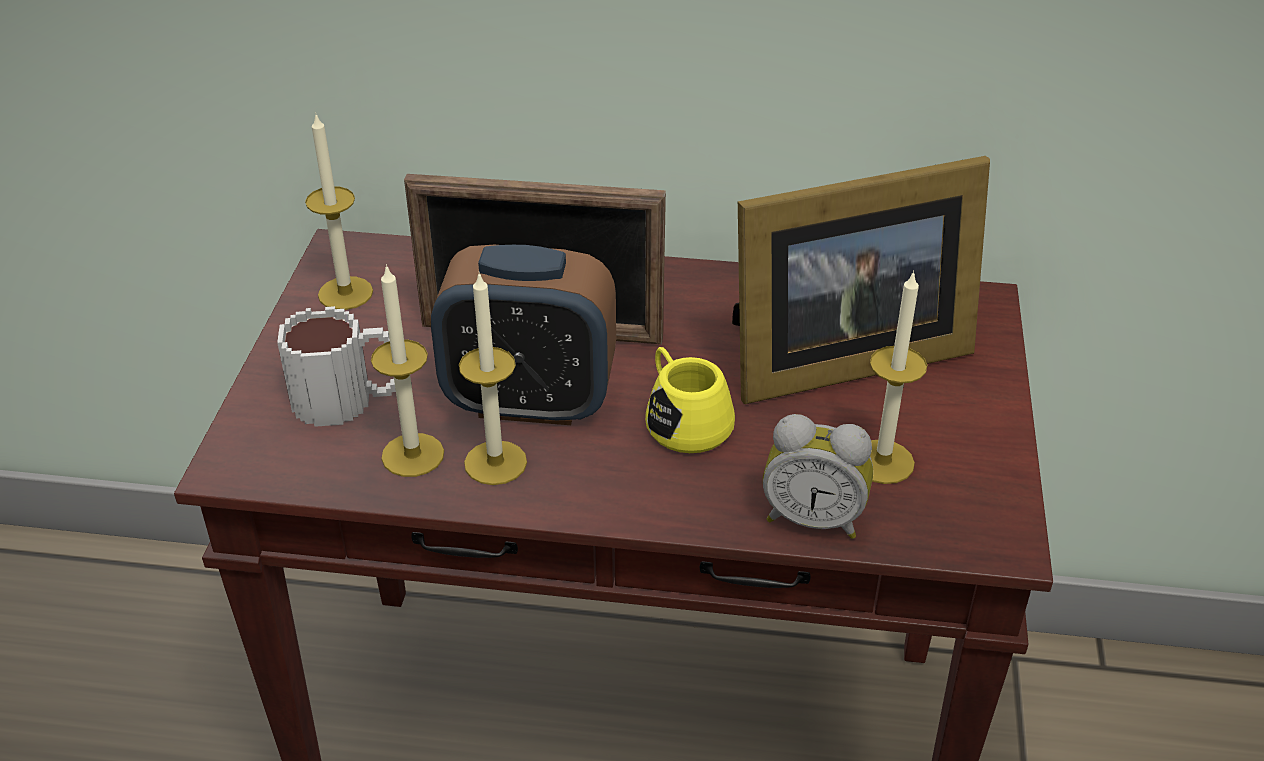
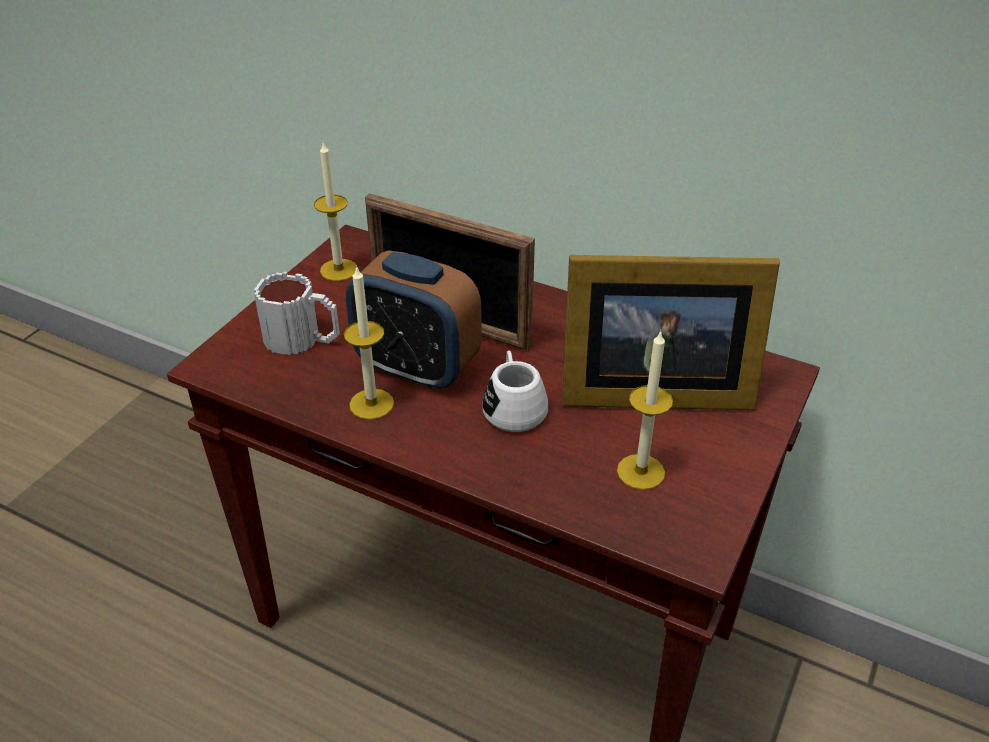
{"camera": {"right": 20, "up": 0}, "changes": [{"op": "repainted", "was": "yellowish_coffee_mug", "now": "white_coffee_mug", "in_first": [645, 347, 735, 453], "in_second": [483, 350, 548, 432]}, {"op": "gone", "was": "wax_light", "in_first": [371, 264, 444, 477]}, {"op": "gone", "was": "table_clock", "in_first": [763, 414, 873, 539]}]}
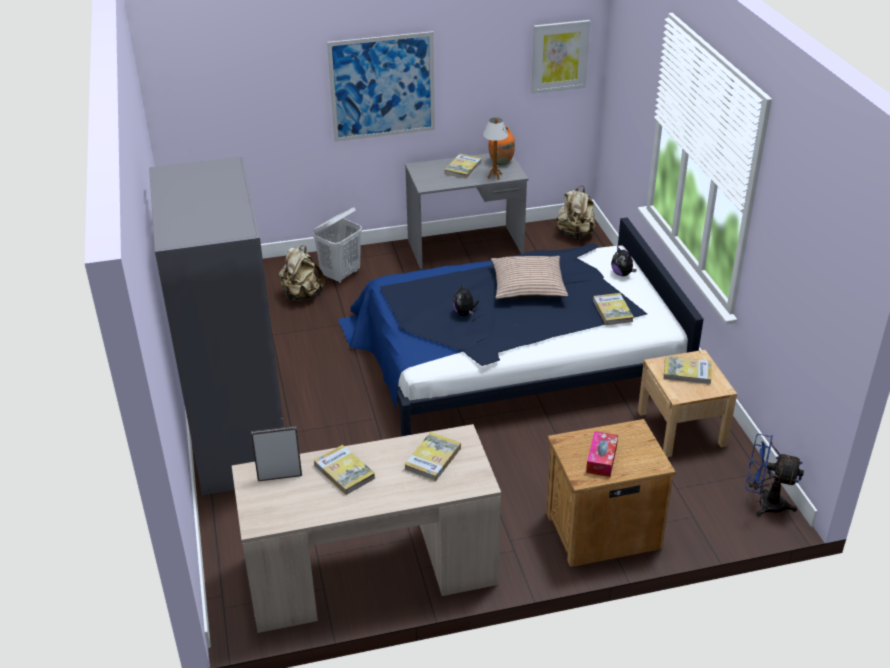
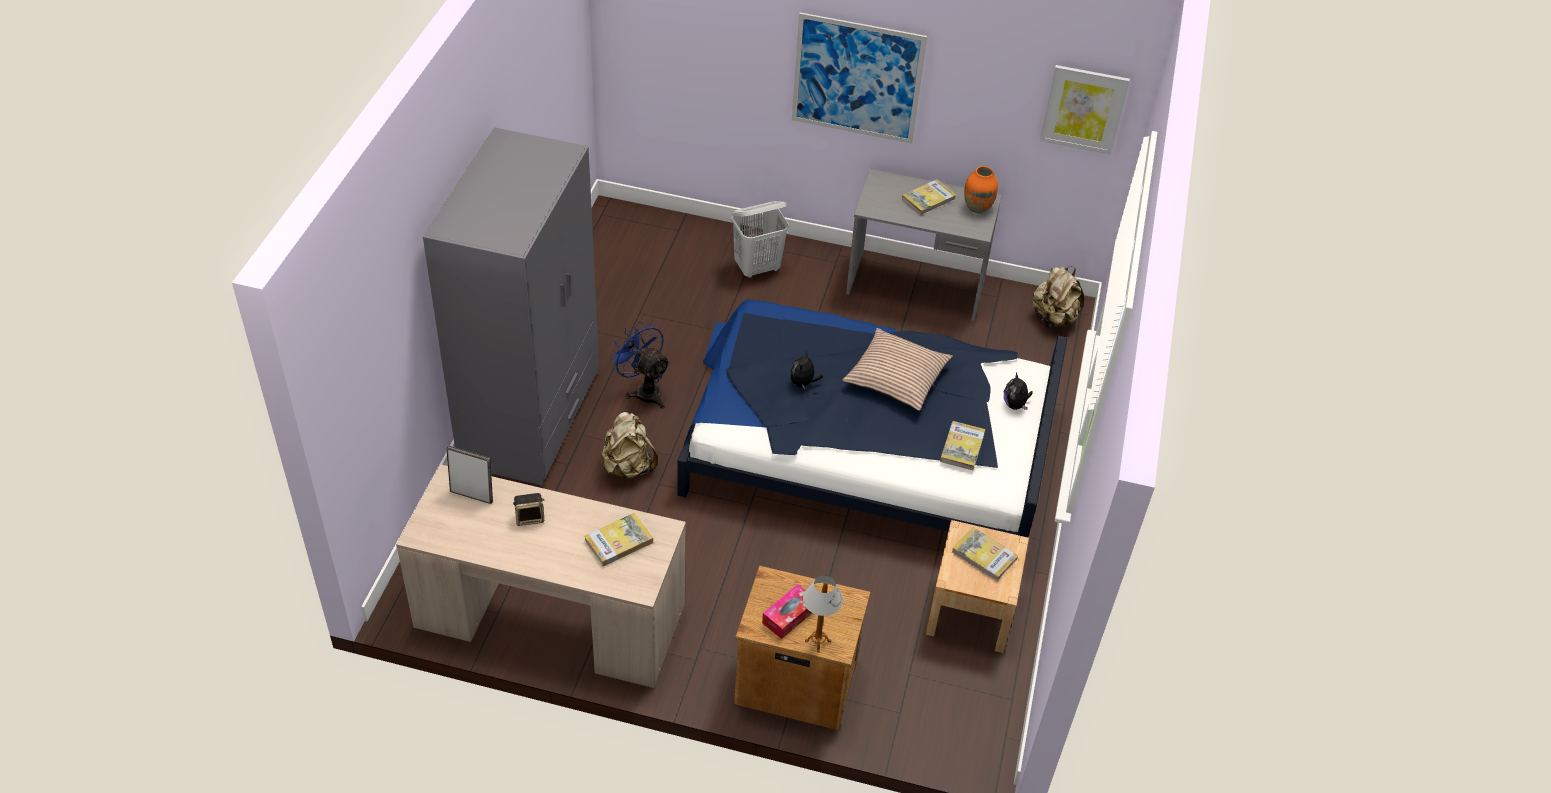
{"camera": {"right": 25, "up": 10}, "changes": [{"op": "swapped", "was": "bound_book", "now": "audio_speaker", "in_first": [314, 445, 375, 495], "in_second": [513, 493, 544, 526]}, {"op": "shifted", "was": "sand-coloured_knapsack", "in_first": [279, 245, 325, 302], "in_second": [601, 412, 658, 479]}, {"op": "shifted", "was": "blue_electric_fan", "in_first": [745, 434, 804, 517], "in_second": [609, 321, 670, 409]}, {"op": "shifted", "was": "table_lamp", "in_first": [483, 118, 508, 180], "in_second": [803, 576, 843, 652]}]}
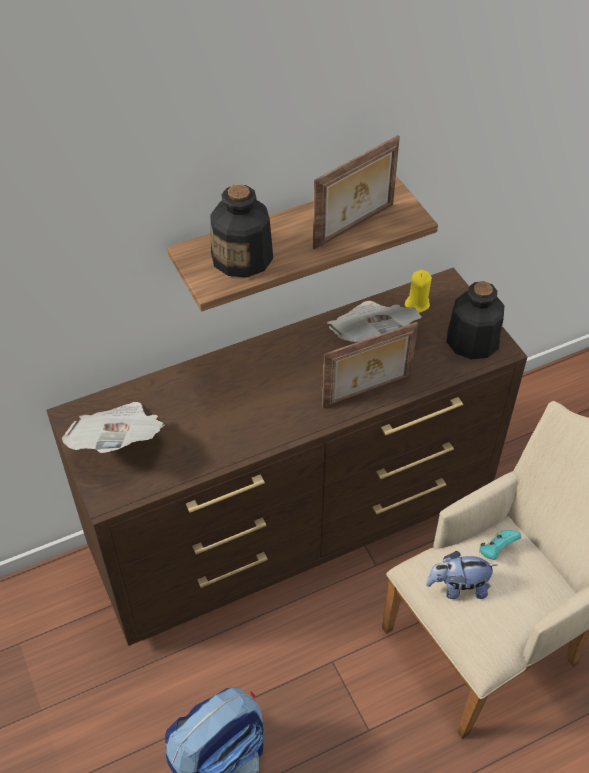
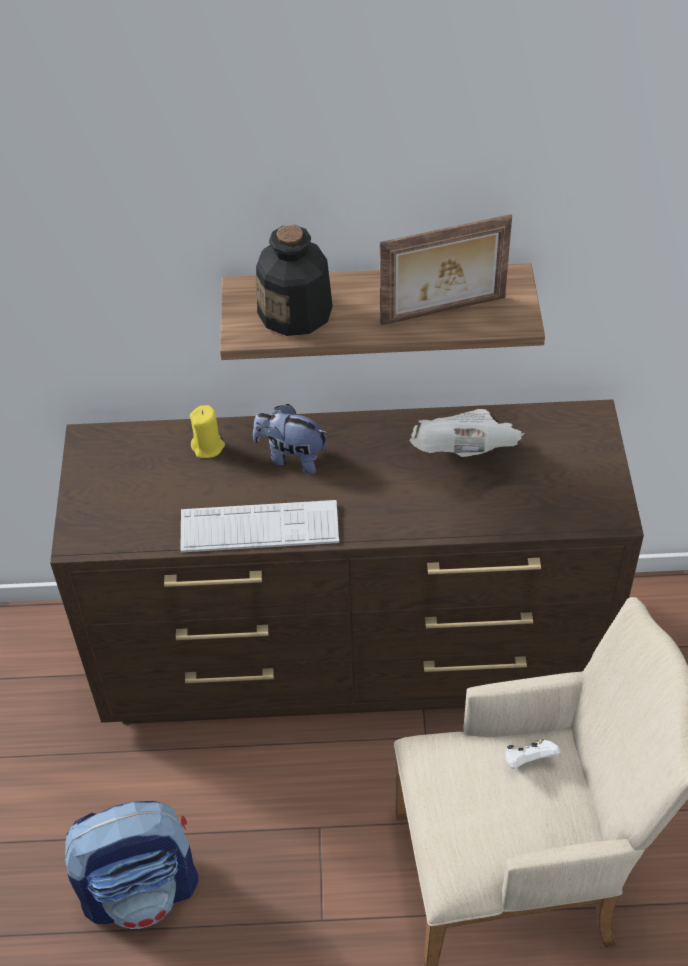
{"camera": {"right": 25, "up": 0}, "changes": [{"op": "new", "now": "PC_keyboard", "in_second": [180, 500, 339, 553]}, {"op": "shifted", "was": "yellowish_wax_light", "in_first": [405, 270, 432, 313], "in_second": [190, 405, 225, 458]}, {"op": "shifted", "was": "cuddly_toy", "in_first": [426, 551, 497, 599], "in_second": [253, 404, 329, 474]}, {"op": "repainted", "was": "turquoise_gamepad", "now": "white_gamepad", "in_first": [479, 530, 521, 560], "in_second": [505, 739, 560, 769]}, {"op": "gone", "was": "daily_paper", "in_first": [62, 402, 165, 453]}, {"op": "gone", "was": "standing_frame", "in_first": [322, 322, 418, 408]}, {"op": "gone", "was": "drink_bottle", "in_first": [446, 281, 504, 359]}]}
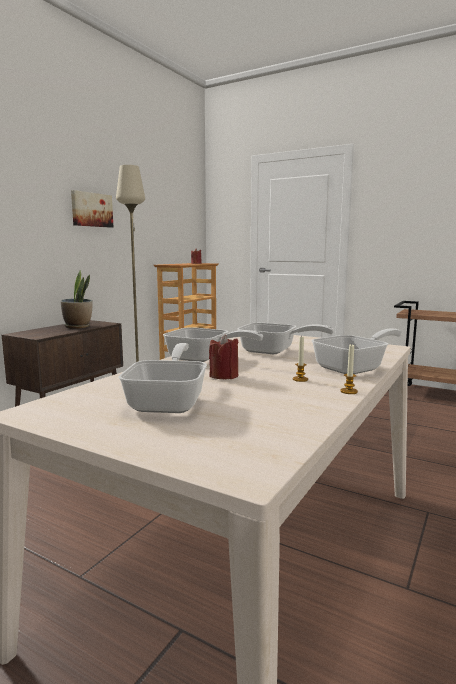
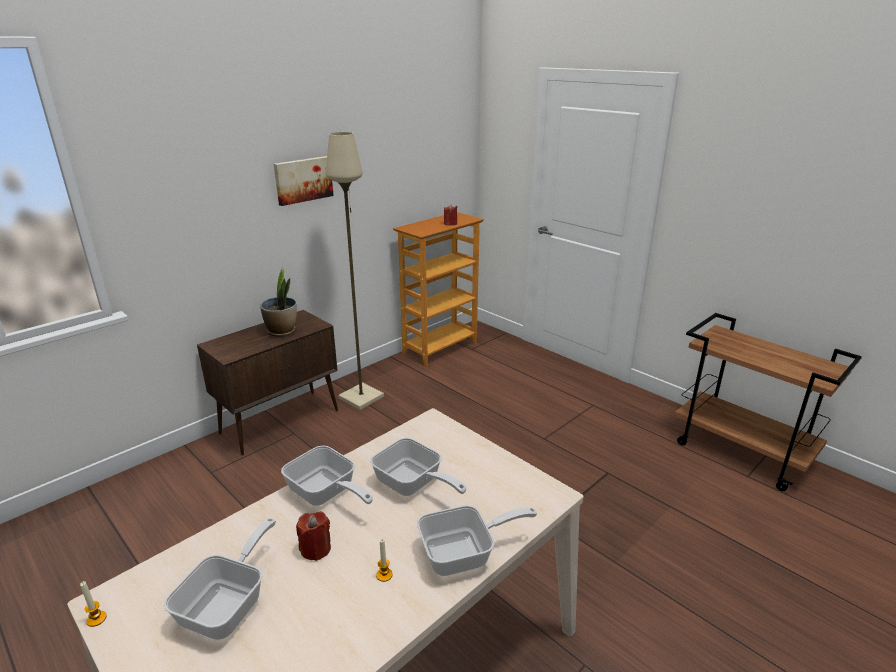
{"camera": {"right": 15, "up": 15}, "changes": [{"op": "shifted", "was": "wax_light", "in_first": [341, 344, 358, 394], "in_second": [80, 581, 107, 627]}]}
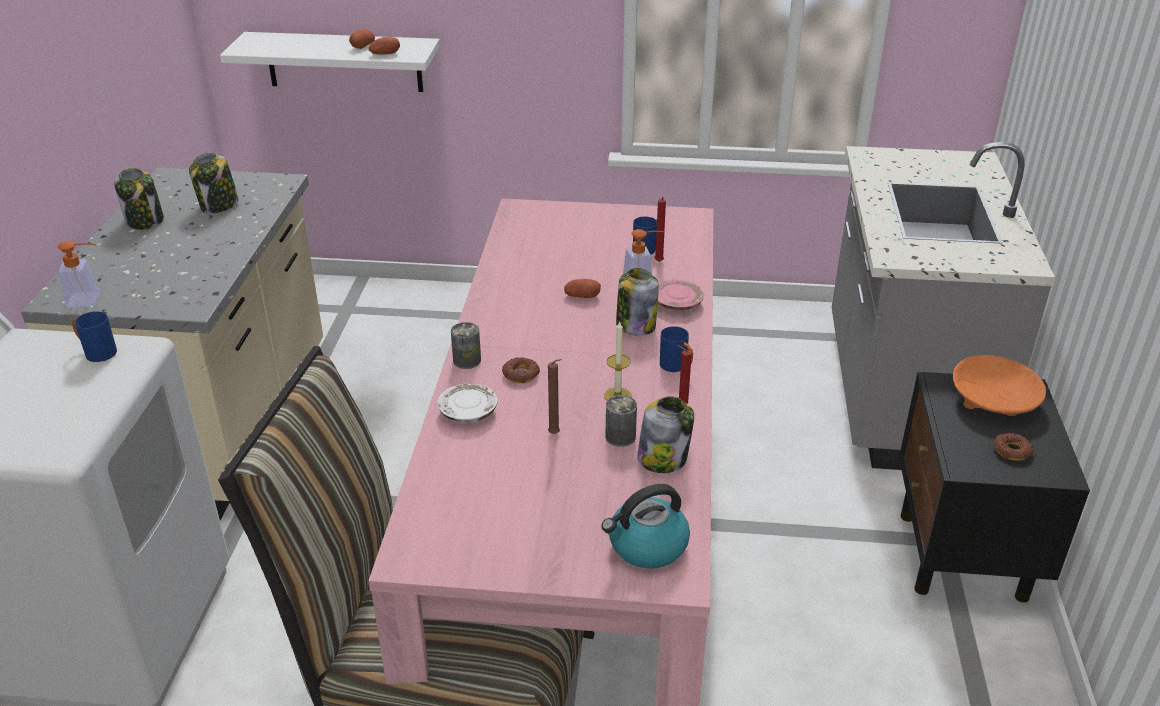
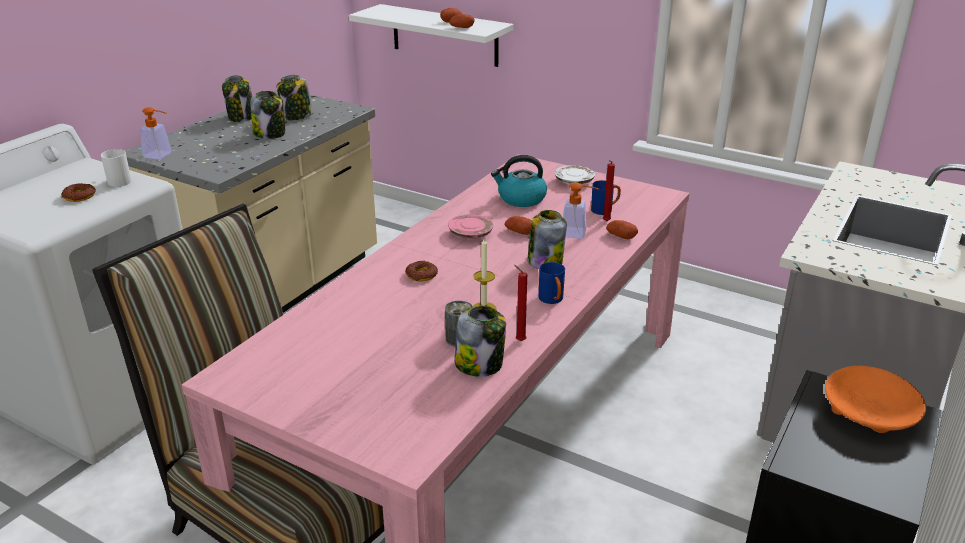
{"camera": {"right": 25, "up": -5}, "changes": [{"op": "shifted", "was": "doughnut", "in_first": [994, 433, 1033, 461], "in_second": [61, 183, 96, 202]}, {"op": "repainted", "was": "blue_coffee_mug", "now": "white_coffee_mug", "in_first": [72, 311, 117, 362], "in_second": [101, 149, 131, 187]}, {"op": "new", "now": "jar", "in_second": [250, 91, 286, 139]}, {"op": "shifted", "was": "pink_plate", "in_first": [658, 280, 704, 311], "in_second": [448, 214, 493, 239]}, {"op": "shifted", "was": "water_kettle", "in_first": [602, 484, 690, 569], "in_second": [491, 155, 547, 207]}, {"op": "shifted", "was": "white_plate", "in_first": [438, 384, 498, 423], "in_second": [555, 165, 595, 185]}, {"op": "new", "now": "spud", "in_second": [606, 220, 638, 239]}, {"op": "gone", "was": "metal_can", "in_first": [451, 322, 481, 369]}, {"op": "gone", "was": "brown-coloured_wax_light", "in_first": [548, 359, 562, 434]}]}
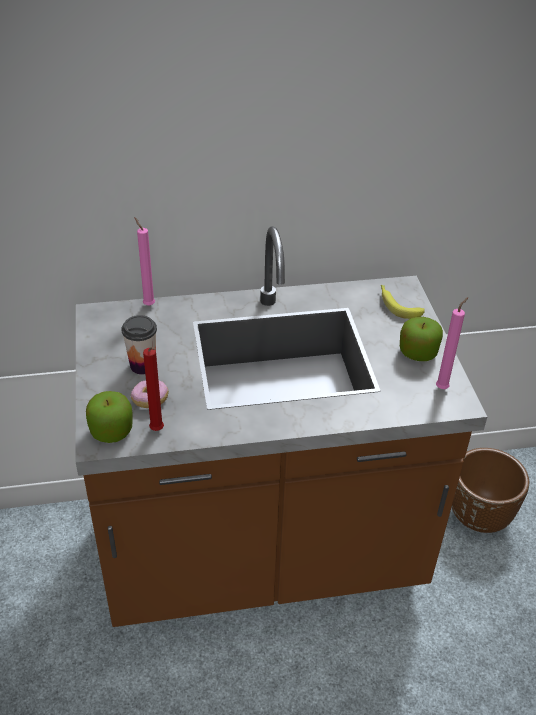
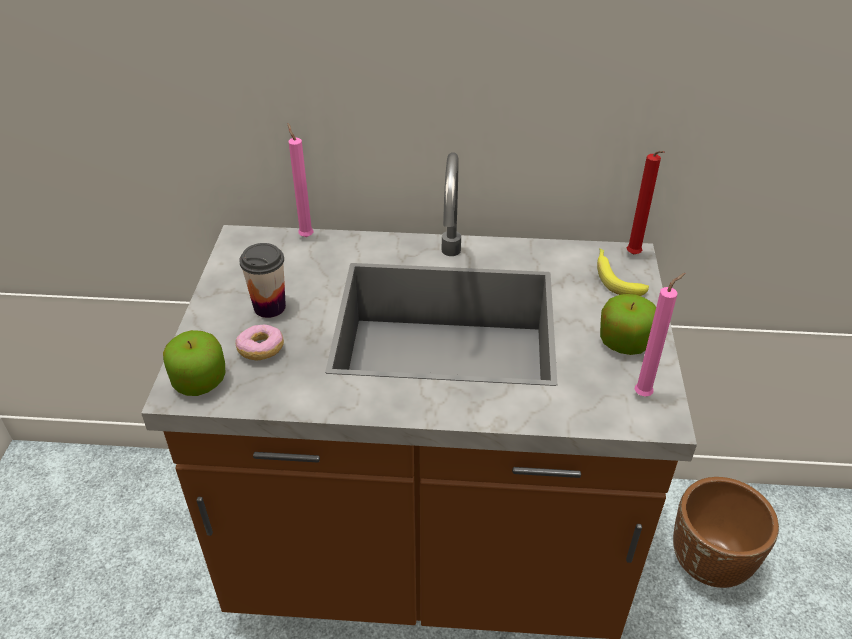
{"camera": {"right": 15, "up": 0}, "changes": [{"op": "shifted", "was": "red-coloured_wax_light", "in_first": [143, 347, 164, 431], "in_second": [627, 151, 664, 255]}]}
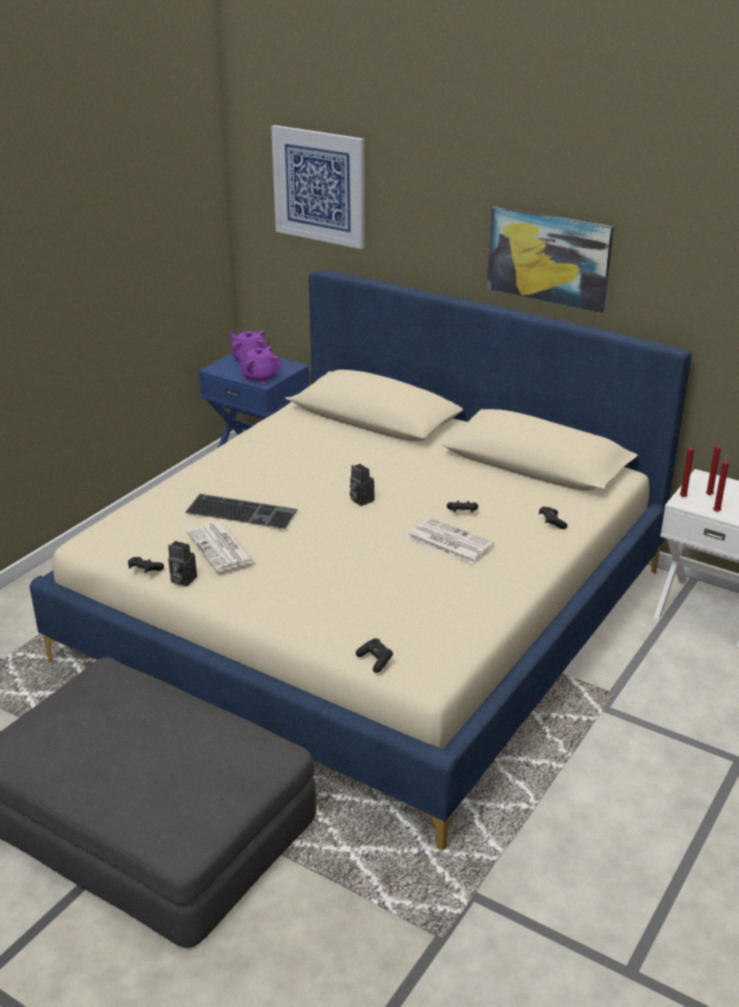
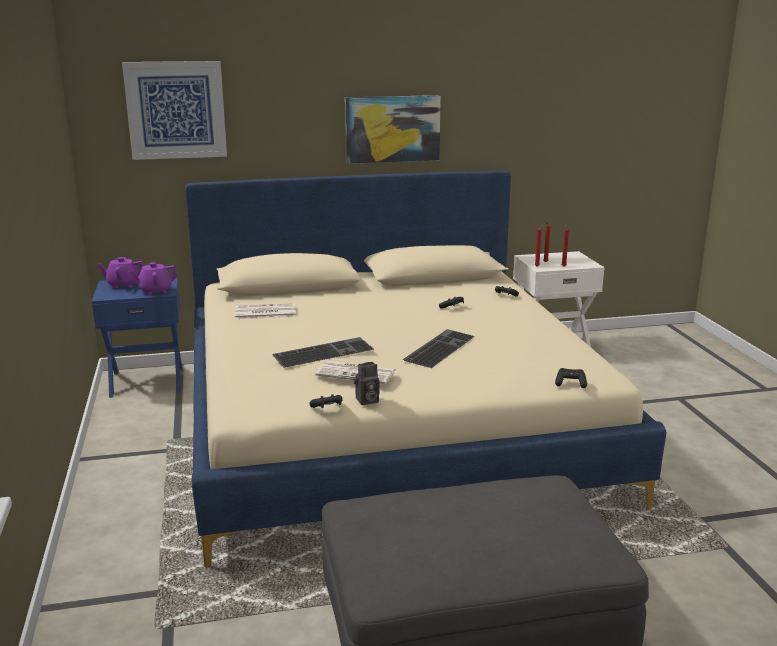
{"camera": {"right": -45, "up": -10}, "changes": [{"op": "shifted", "was": "daily_paper", "in_first": [407, 518, 494, 564], "in_second": [235, 303, 296, 319]}, {"op": "new", "now": "PC_keyboard", "in_second": [403, 329, 475, 368]}, {"op": "gone", "was": "photo_camera", "in_first": [350, 464, 375, 506]}]}
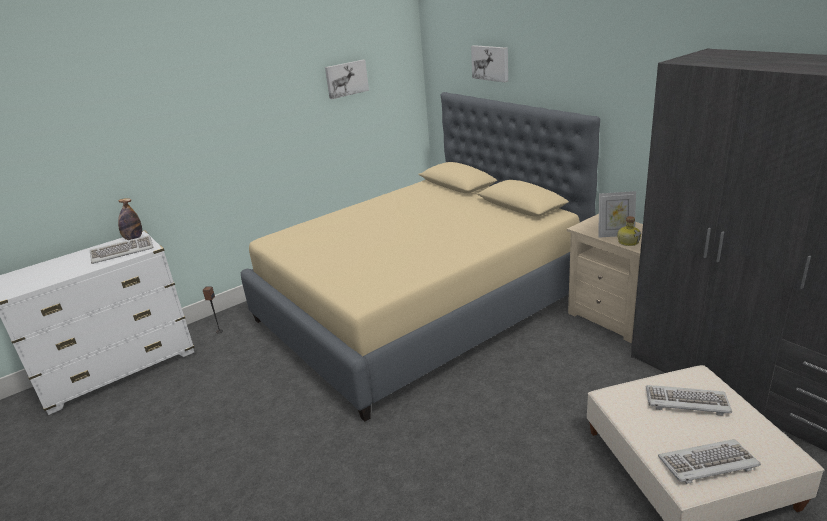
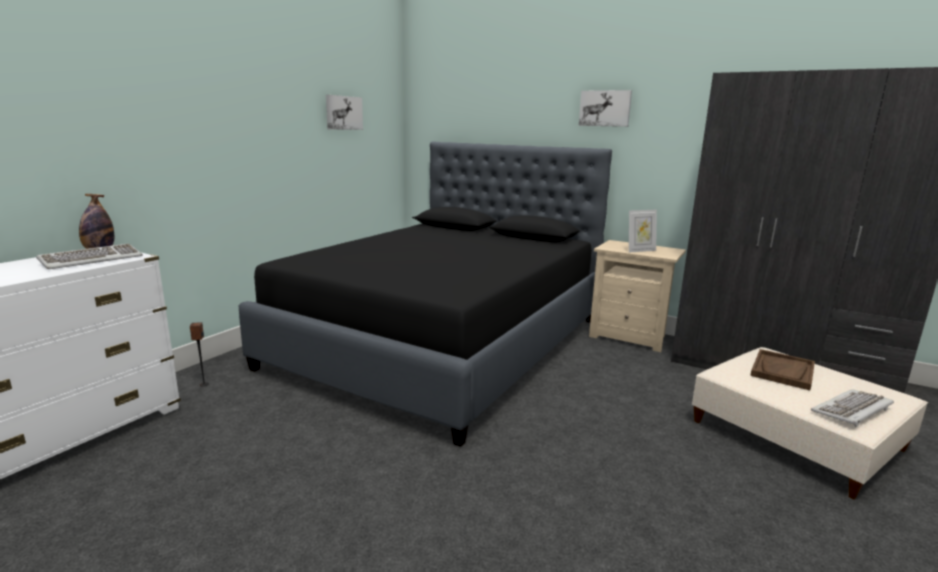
{"camera": {"right": -25, "up": -10}, "changes": [{"op": "repainted", "was": "sand-coloured_bed", "now": "black-coloured_bed", "in_first": [241, 92, 600, 422], "in_second": [239, 142, 612, 447]}, {"op": "shifted", "was": "wall_picture", "in_first": [471, 45, 508, 82], "in_second": [579, 90, 632, 127]}, {"op": "swapped", "was": "PC_keyboard", "now": "brown-coloured_serving_tray", "in_first": [646, 385, 732, 416], "in_second": [750, 349, 815, 390]}, {"op": "gone", "was": "drink_bottle", "in_first": [617, 216, 641, 246]}]}
